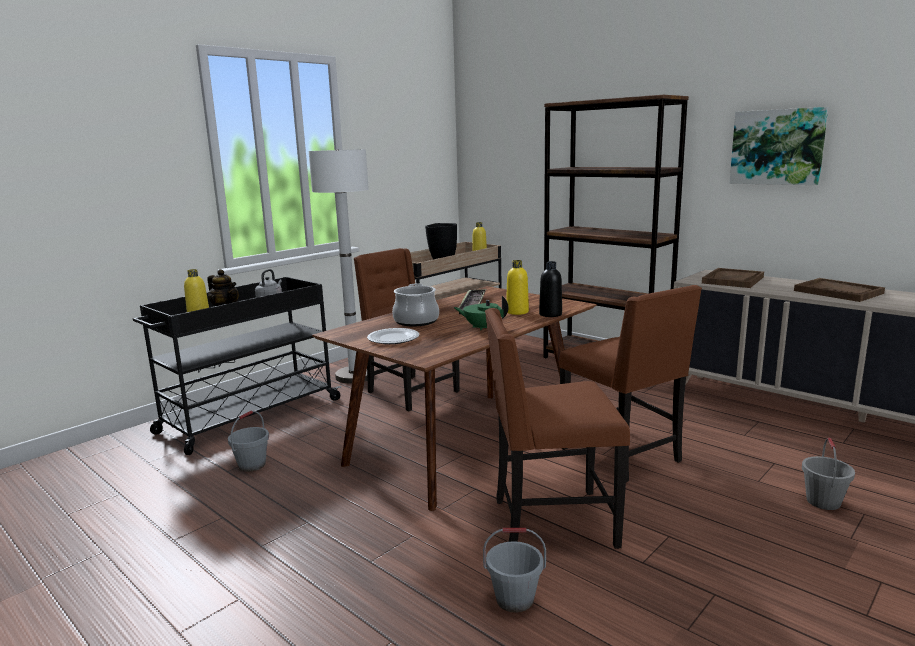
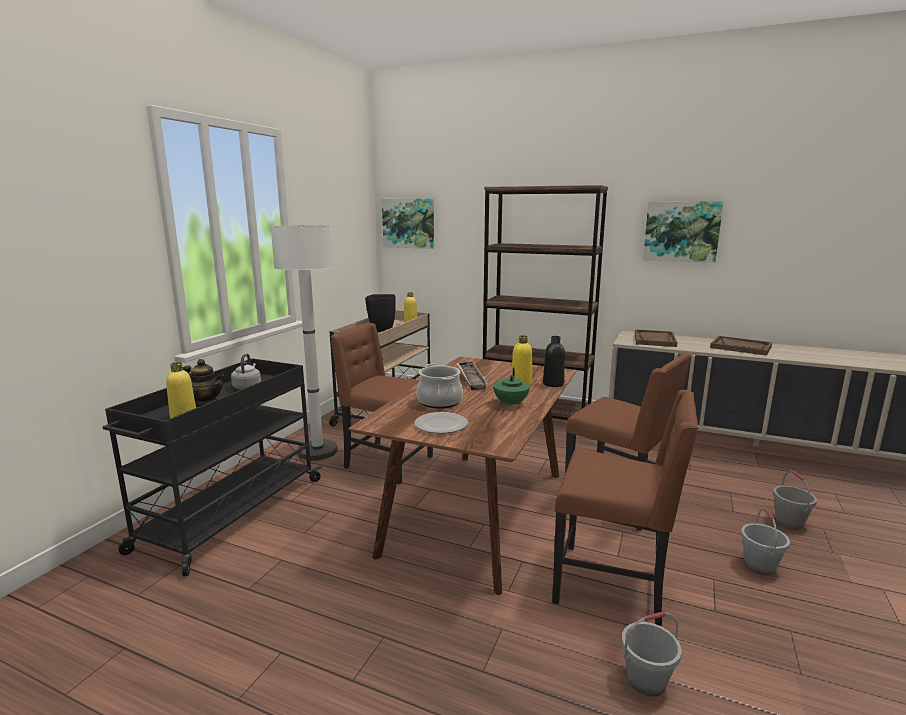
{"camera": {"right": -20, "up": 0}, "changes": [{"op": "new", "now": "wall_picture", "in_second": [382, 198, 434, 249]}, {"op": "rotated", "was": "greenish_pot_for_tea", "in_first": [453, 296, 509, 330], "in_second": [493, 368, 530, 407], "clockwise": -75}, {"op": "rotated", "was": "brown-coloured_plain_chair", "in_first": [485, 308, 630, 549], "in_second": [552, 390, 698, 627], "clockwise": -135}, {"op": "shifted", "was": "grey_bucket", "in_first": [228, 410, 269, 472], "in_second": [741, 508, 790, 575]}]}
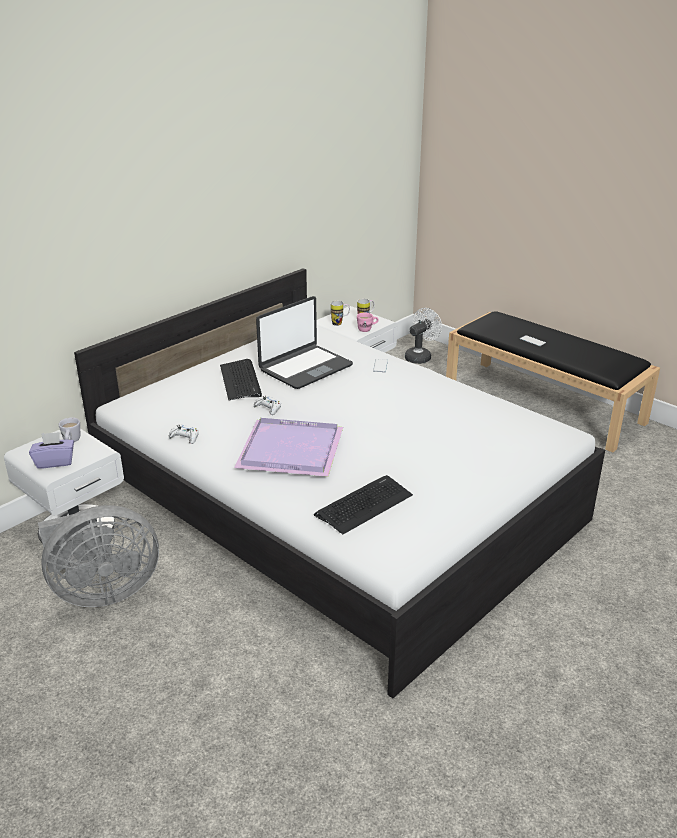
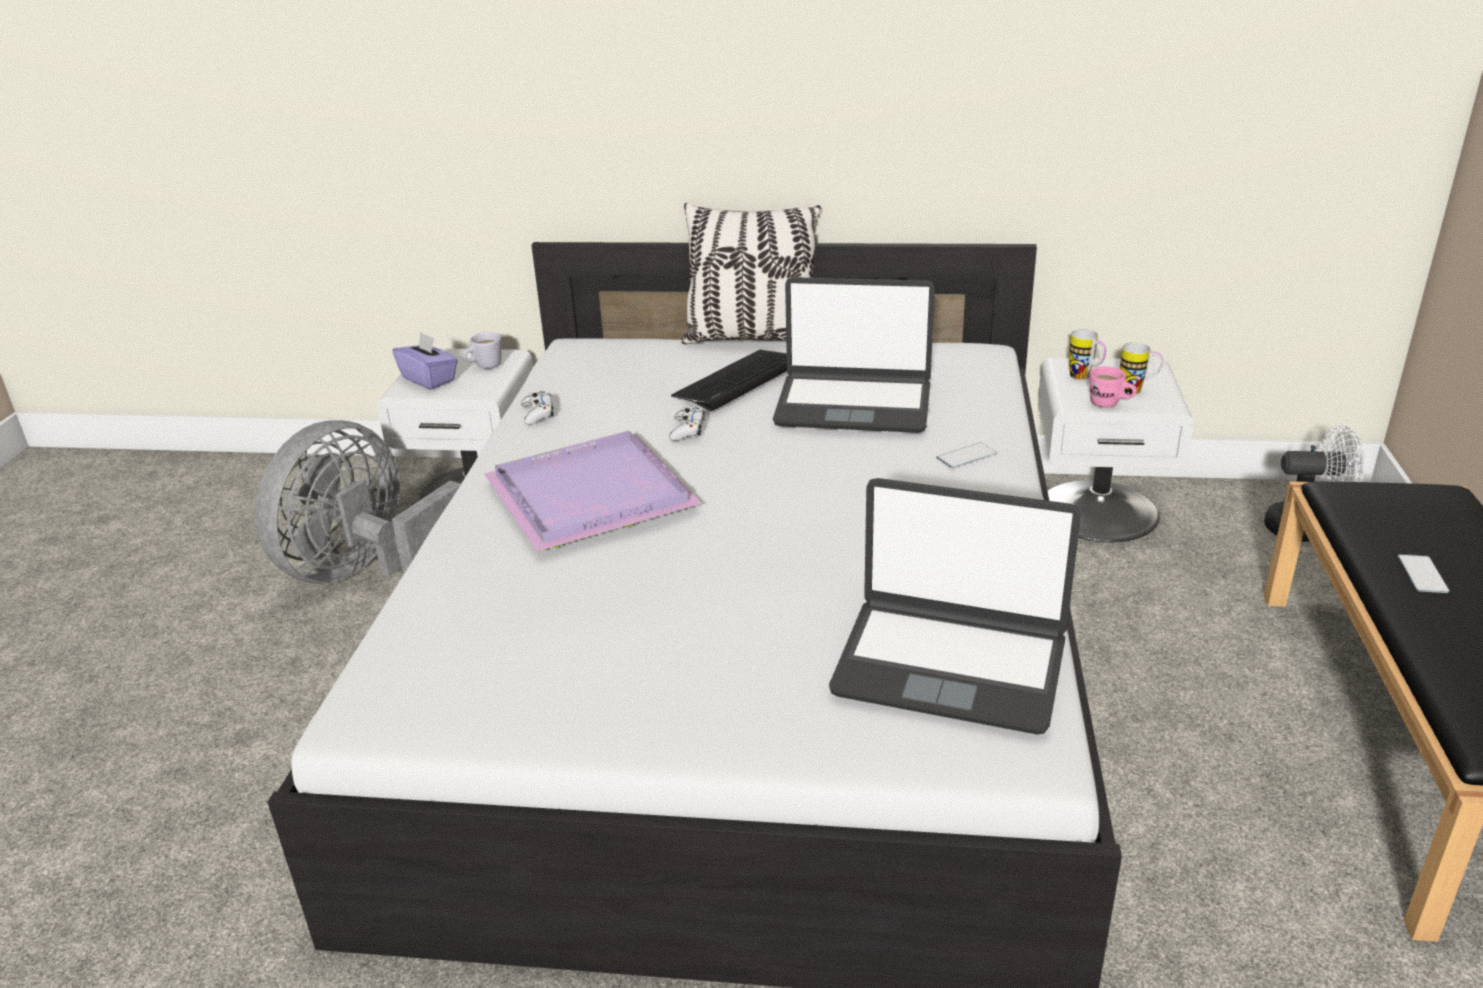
{"camera": {"right": 55, "up": 0}, "changes": [{"op": "rotated", "was": "grey_electric_fan", "in_first": [38, 505, 159, 607], "in_second": [255, 420, 461, 584], "clockwise": 90}, {"op": "new", "now": "cushion", "in_second": [681, 203, 821, 344]}, {"op": "new", "now": "portable_computer", "in_second": [829, 478, 1081, 734]}, {"op": "gone", "was": "PC_keyboard", "in_first": [314, 475, 413, 534]}]}
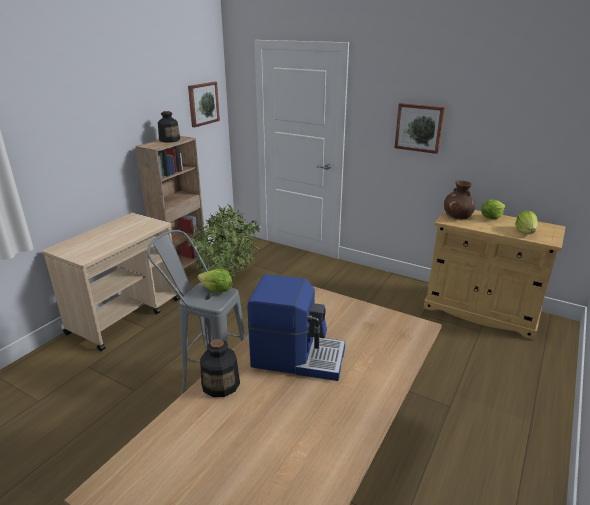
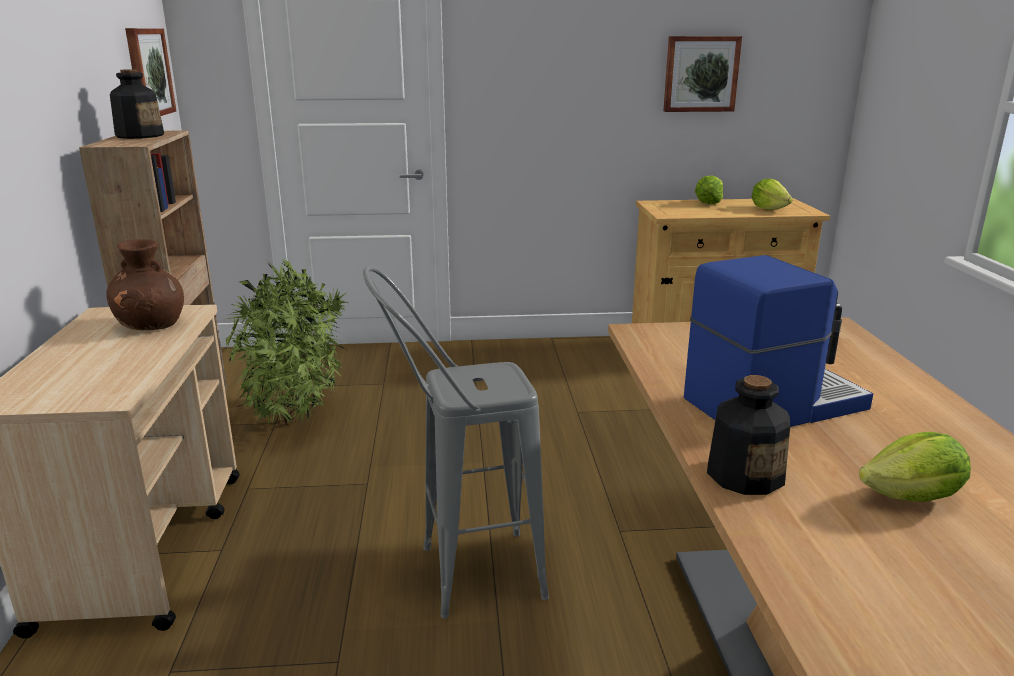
{"camera": {"right": -35, "up": -5}, "changes": [{"op": "shifted", "was": "brown-coloured_flower_vase", "in_first": [444, 180, 476, 220], "in_second": [106, 239, 184, 330]}, {"op": "shifted", "was": "wall_picture", "in_first": [395, 103, 445, 154], "in_second": [663, 36, 742, 112]}, {"op": "shifted", "was": "lettuce", "in_first": [198, 269, 233, 292], "in_second": [859, 432, 971, 502]}]}
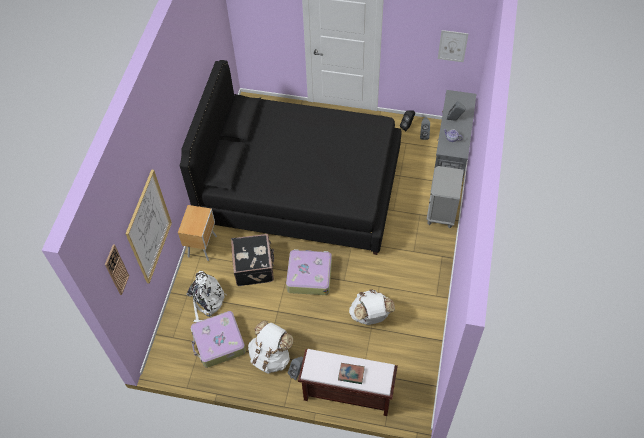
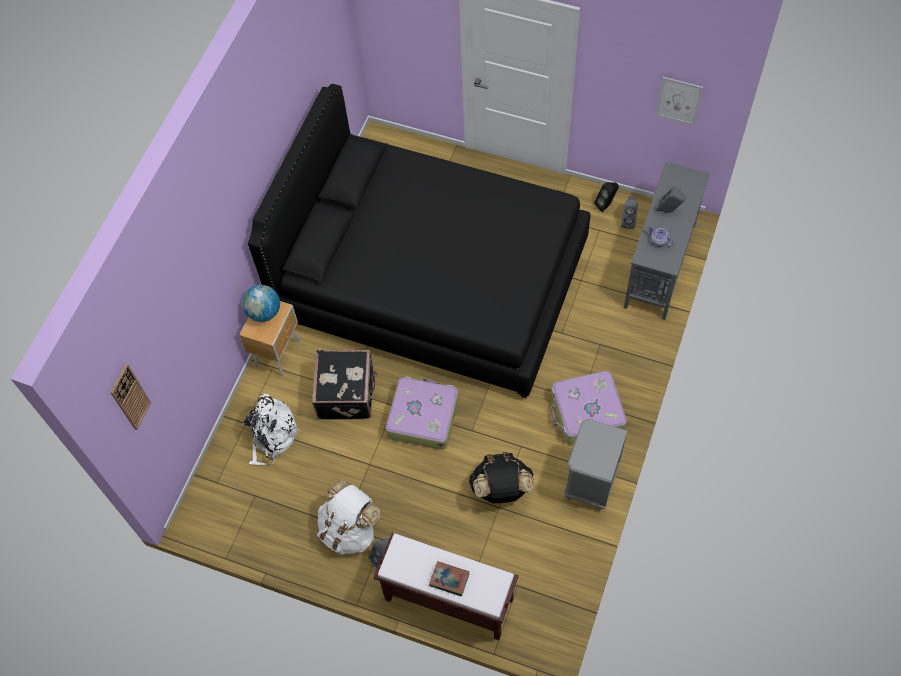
{"camera": {"right": 10, "up": 5}, "changes": [{"op": "new", "now": "globe", "in_second": [243, 285, 280, 322]}, {"op": "repainted", "was": "white_knapsack", "now": "black-coloured_knapsack", "in_first": [349, 289, 395, 325], "in_second": [469, 452, 534, 504]}, {"op": "shifted", "was": "travel_case", "in_first": [190, 311, 246, 368], "in_second": [551, 371, 627, 444]}, {"op": "shifted", "was": "grey_bedside_table", "in_first": [427, 166, 464, 229], "in_second": [564, 419, 627, 510]}, {"op": "gone", "was": "wall_picture", "in_first": [125, 169, 172, 284]}]}
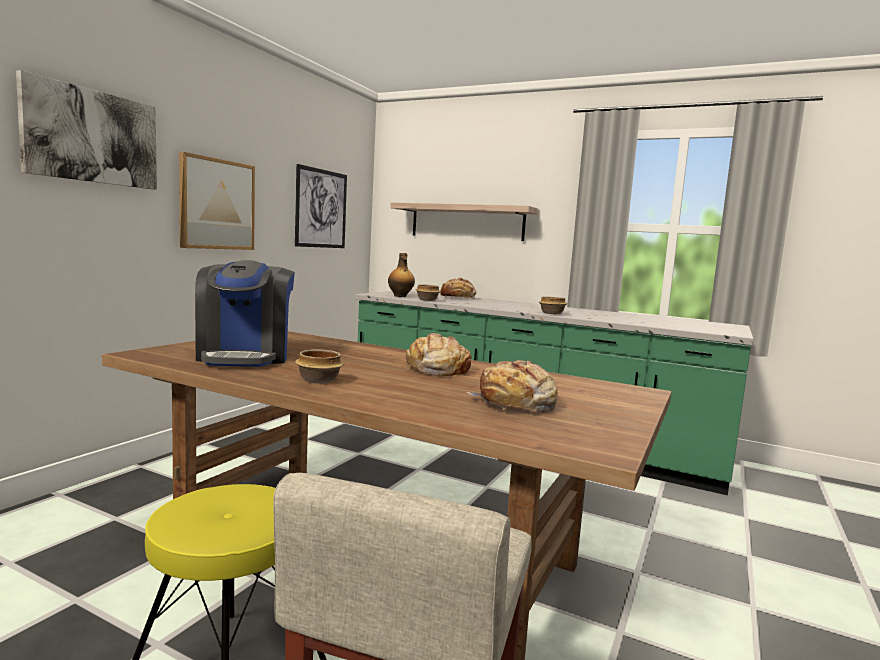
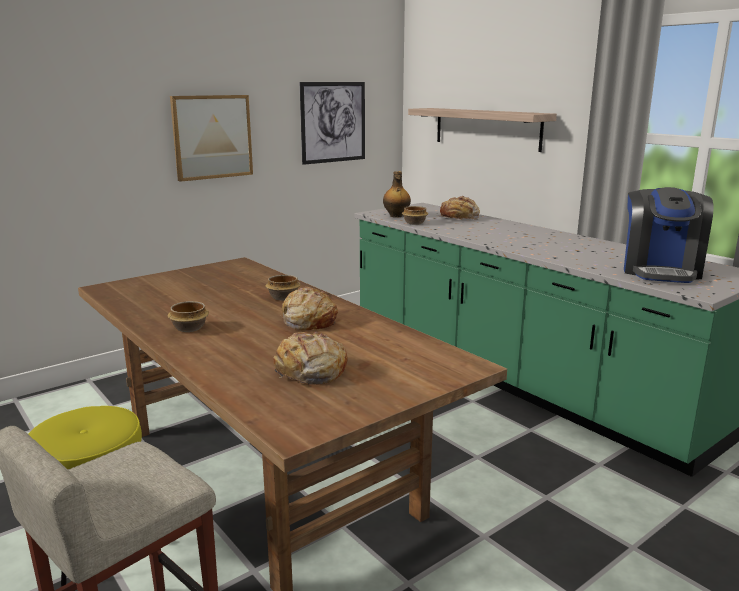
{"camera": {"right": 25, "up": 10}, "changes": [{"op": "shifted", "was": "serving_bowl", "in_first": [539, 297, 567, 314], "in_second": [265, 275, 301, 301]}, {"op": "shifted", "was": "coffee_machine", "in_first": [195, 260, 295, 367], "in_second": [624, 187, 713, 283]}, {"op": "gone", "was": "wall_picture", "in_first": [16, 70, 157, 190]}]}
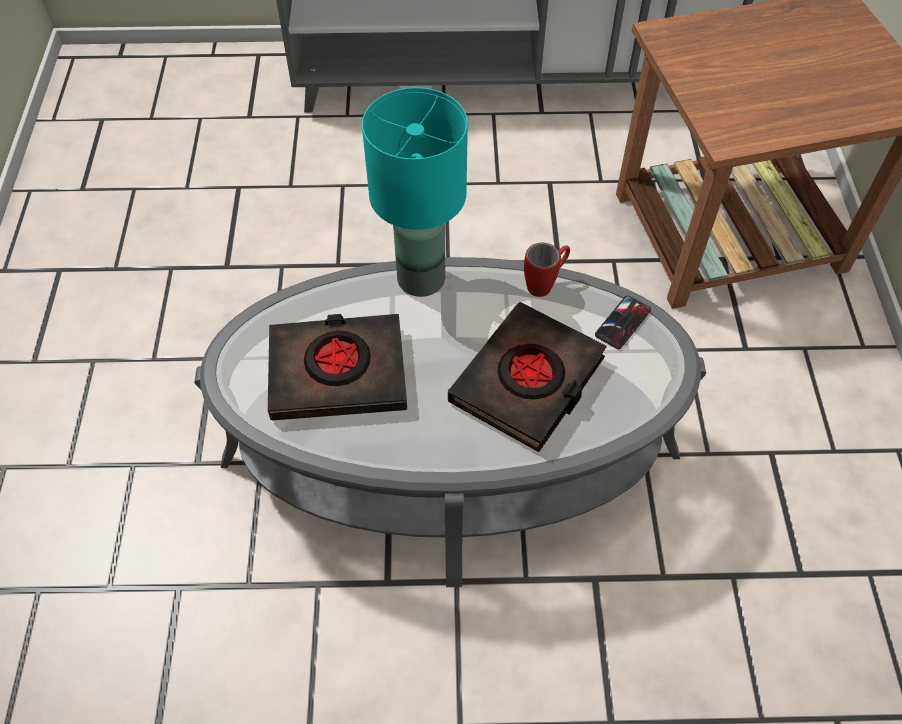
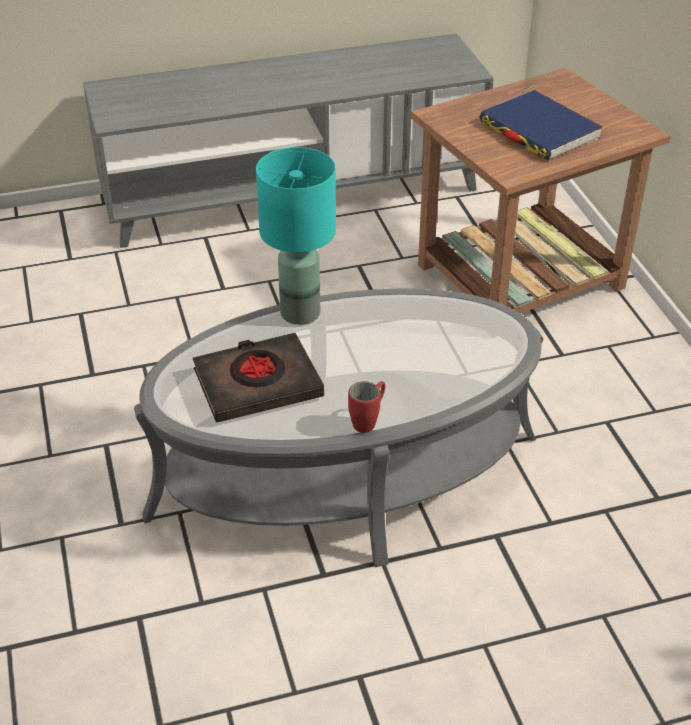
{"camera": {"right": -15, "up": -15}, "changes": [{"op": "shifted", "was": "red-coloured_coffee_mug", "in_first": [524, 243, 570, 297], "in_second": [348, 381, 385, 433]}, {"op": "new", "now": "blue_bound_book", "in_second": [480, 90, 603, 160]}, {"op": "gone", "was": "black-coloured_bound_book", "in_first": [448, 302, 607, 452]}, {"op": "gone", "was": "handset", "in_first": [595, 295, 651, 349]}]}
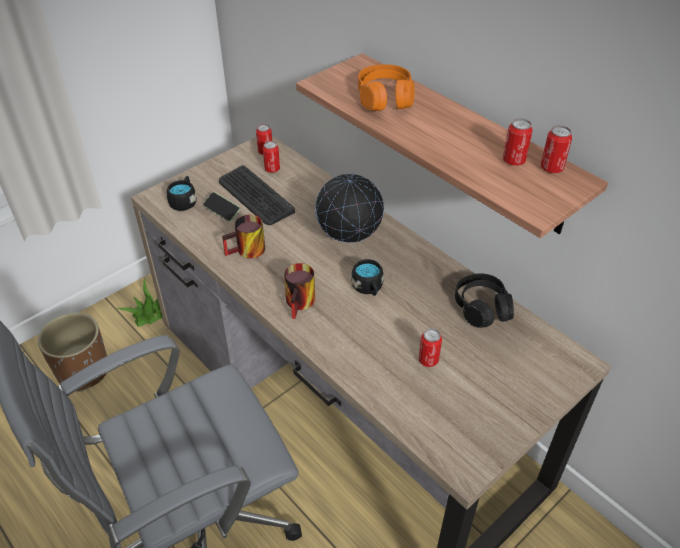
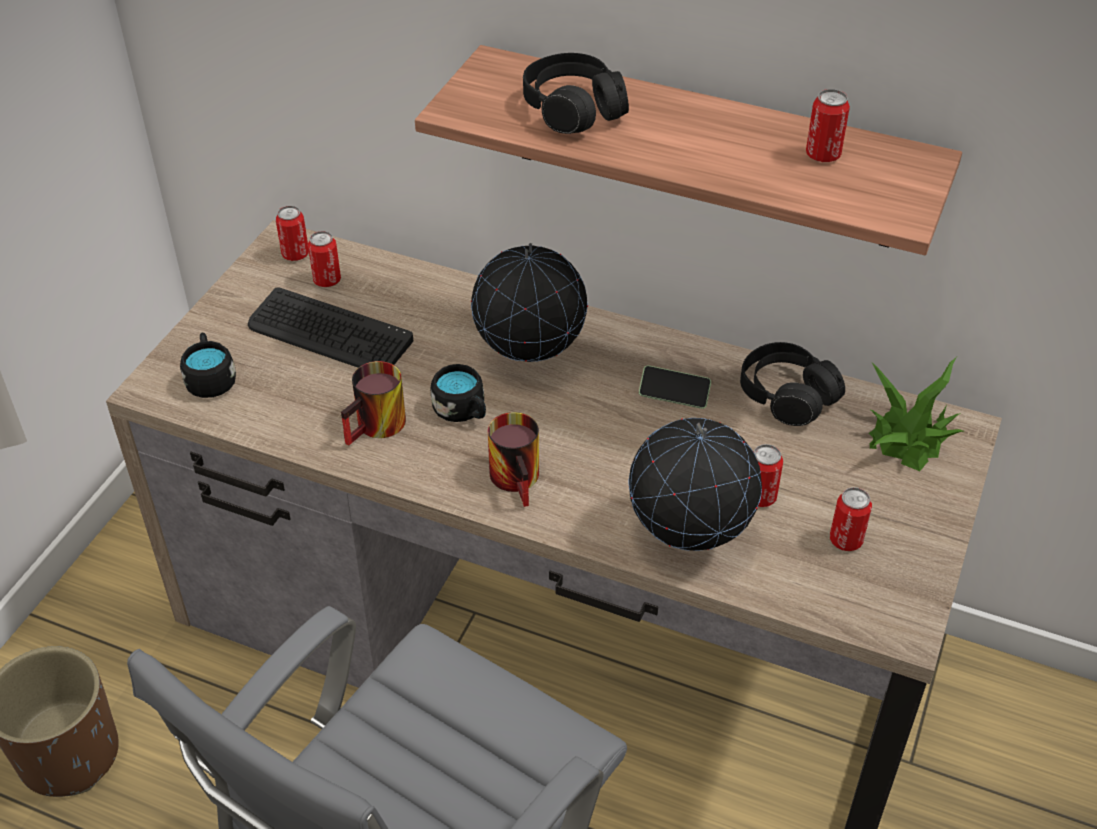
{"camera": {"right": -25, "up": 0}, "changes": [{"op": "shifted", "was": "black-coloured_coffee_mug", "in_first": [351, 259, 384, 296], "in_second": [431, 364, 486, 422]}, {"op": "repainted", "was": "orangey_headphones", "now": "black-coloured_headphones", "in_first": [358, 64, 415, 111], "in_second": [523, 53, 629, 134]}, {"op": "new", "now": "globe", "in_second": [628, 418, 762, 551]}, {"op": "shifted", "was": "handset", "in_first": [203, 192, 240, 222], "in_second": [639, 365, 711, 409]}, {"op": "shifted", "was": "metal_can", "in_first": [541, 125, 572, 173], "in_second": [830, 487, 872, 551]}, {"op": "shifted", "was": "plant_in_a_pot", "in_first": [115, 278, 163, 327], "in_second": [869, 357, 964, 471]}]}
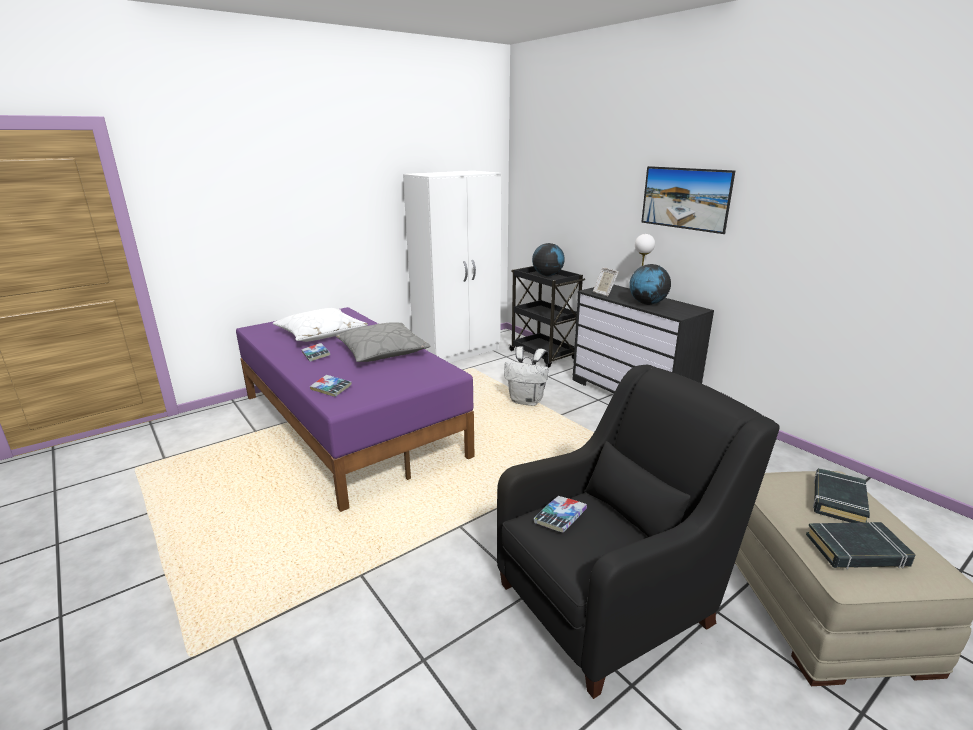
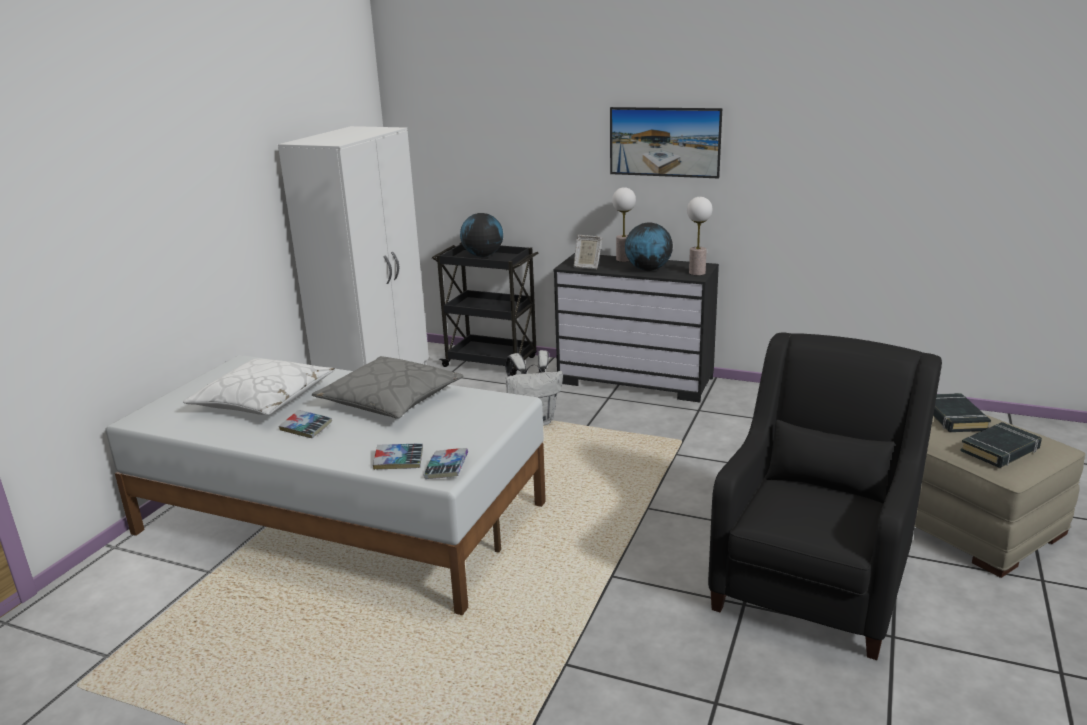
{"camera": {"right": -30, "up": 0}, "changes": [{"op": "repainted", "was": "purple-coloured_bed", "now": "white_bed", "in_first": [236, 307, 474, 512], "in_second": [105, 355, 546, 615]}, {"op": "shifted", "was": "bound_book", "in_first": [534, 496, 587, 533], "in_second": [424, 448, 468, 479]}, {"op": "new", "now": "table_lamp", "in_second": [687, 197, 712, 275]}]}
